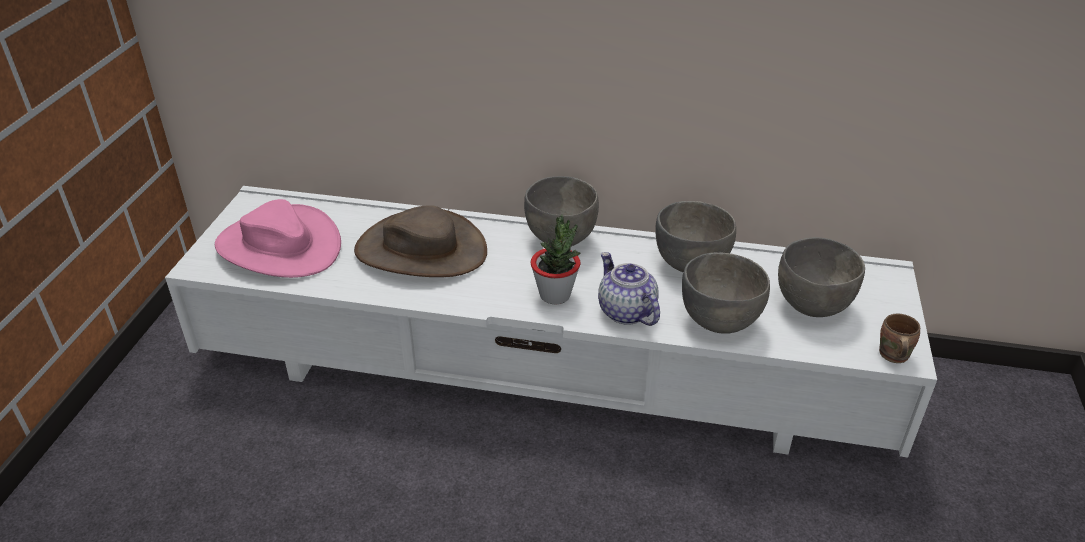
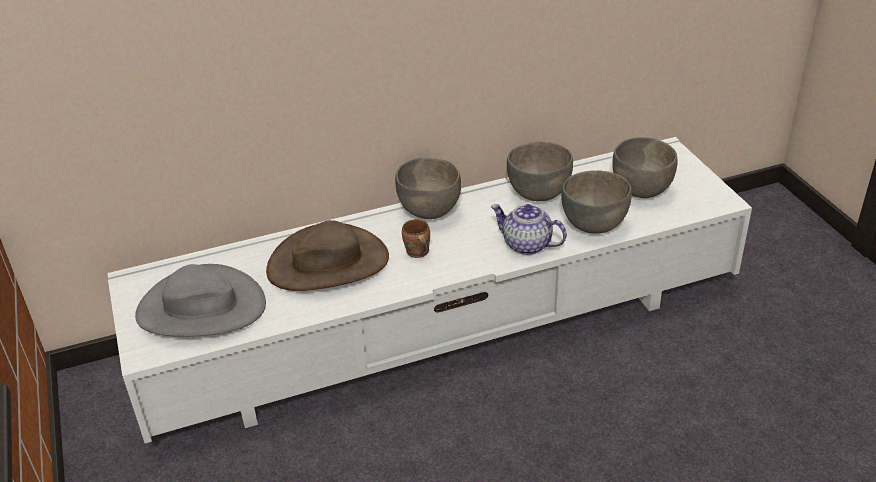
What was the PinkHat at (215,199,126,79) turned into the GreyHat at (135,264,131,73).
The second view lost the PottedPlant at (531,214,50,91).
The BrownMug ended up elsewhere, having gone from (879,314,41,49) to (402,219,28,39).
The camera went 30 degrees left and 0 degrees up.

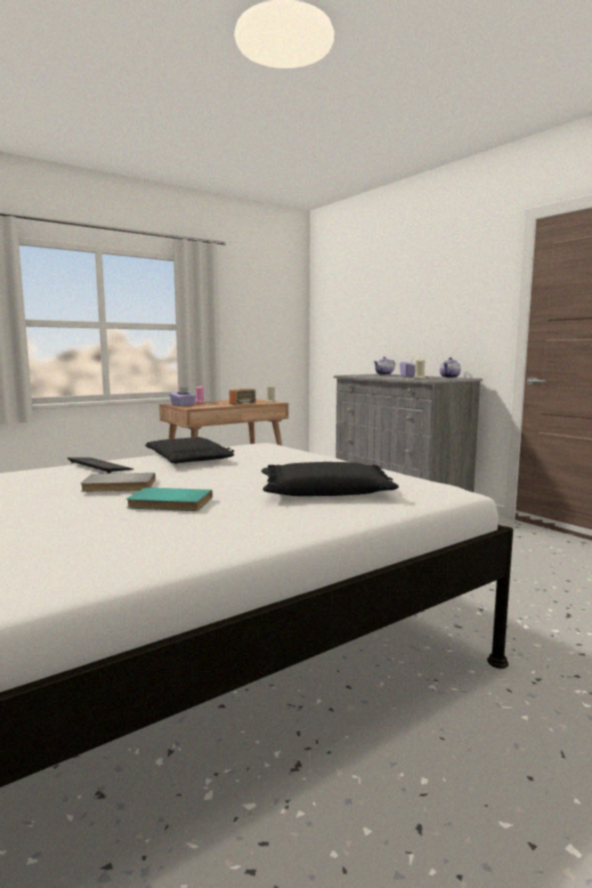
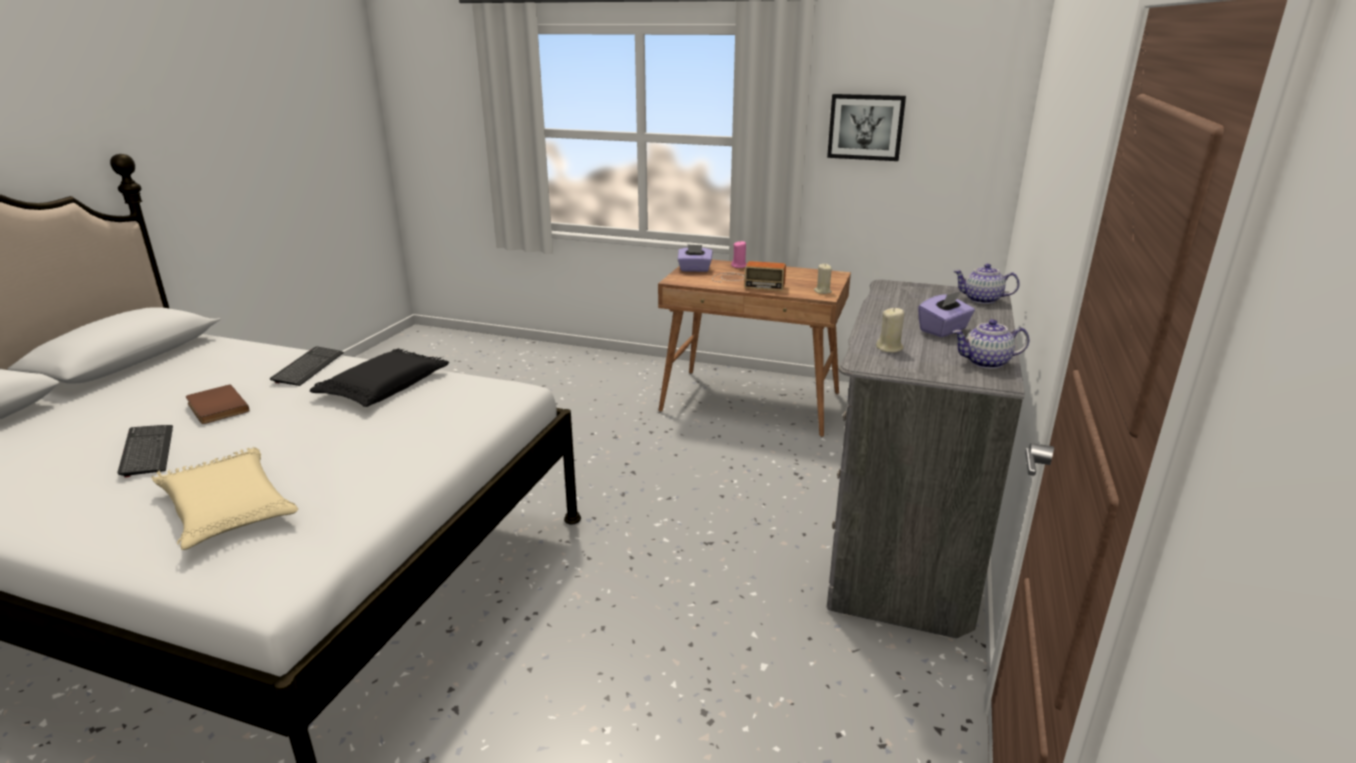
What was the GreyBook at (81,473,74,19) turned into the BrownBook at (186,384,63,40).
Where the TurquoiseBook stood at (126,487,86,24), the Keyboard came to stand at (117,425,56,53).
What was the BlackPillow at (261,462,138,34) turned into the BeigePillow at (152,447,146,103).
The second view gained the Picture at (827,94,79,67).
The camera went 55 degrees right and 15 degrees up.

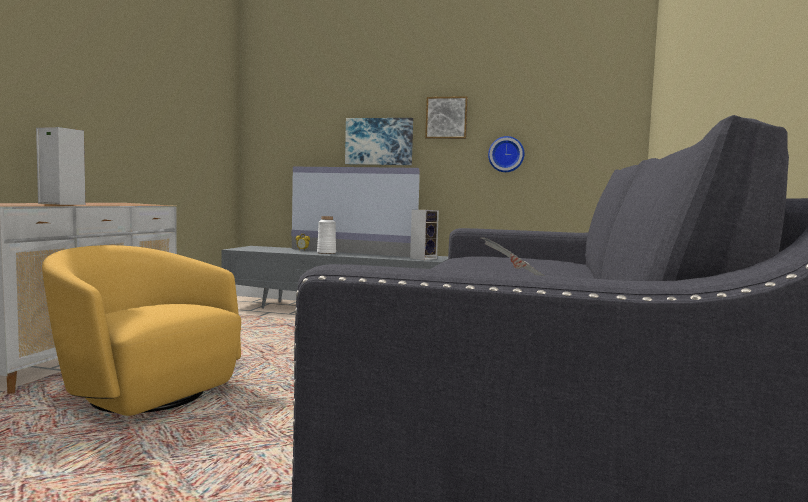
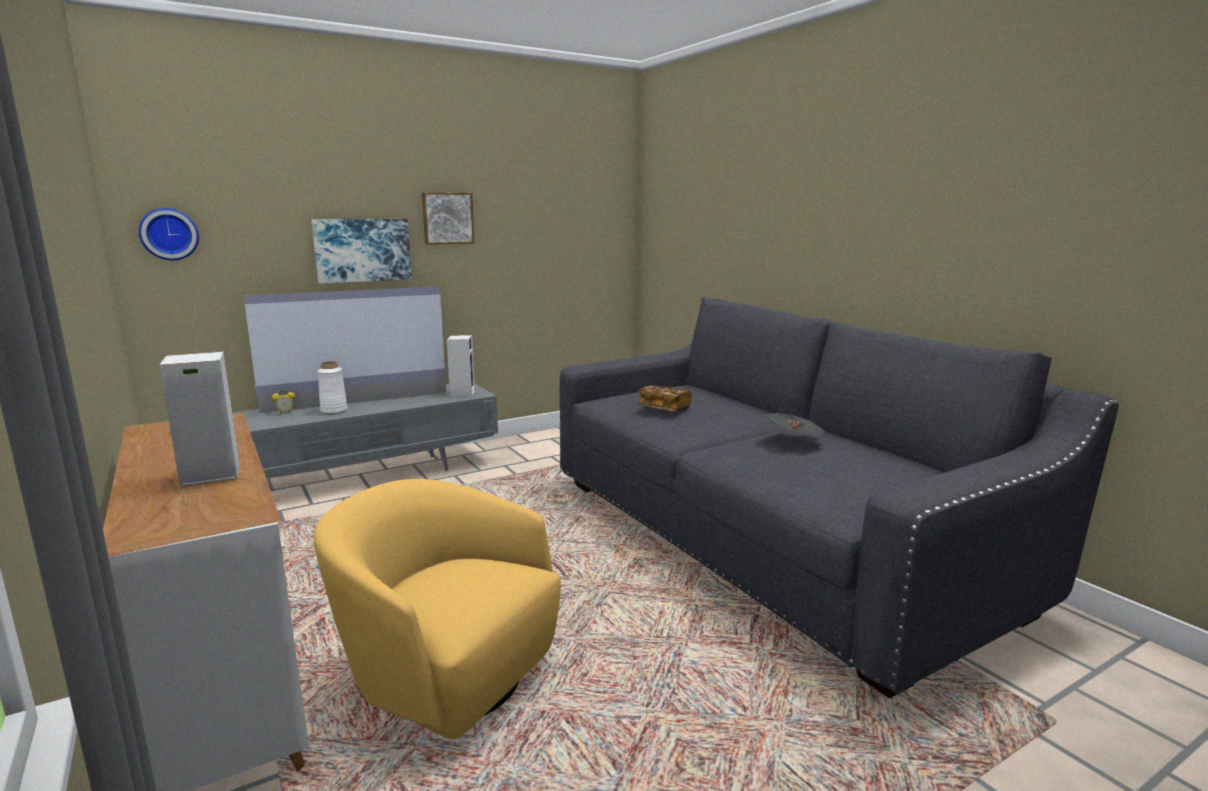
The YellowArmchair at (42,245,199,171) ended up facing another way, 45 degrees clockwise from before.
The WallClock ended up elsewhere, having gone from (488,136,36,36) to (139,208,60,53).
The second view gained the Book at (637,385,55,27).
The camera went 45 degrees left and 10 degrees up.

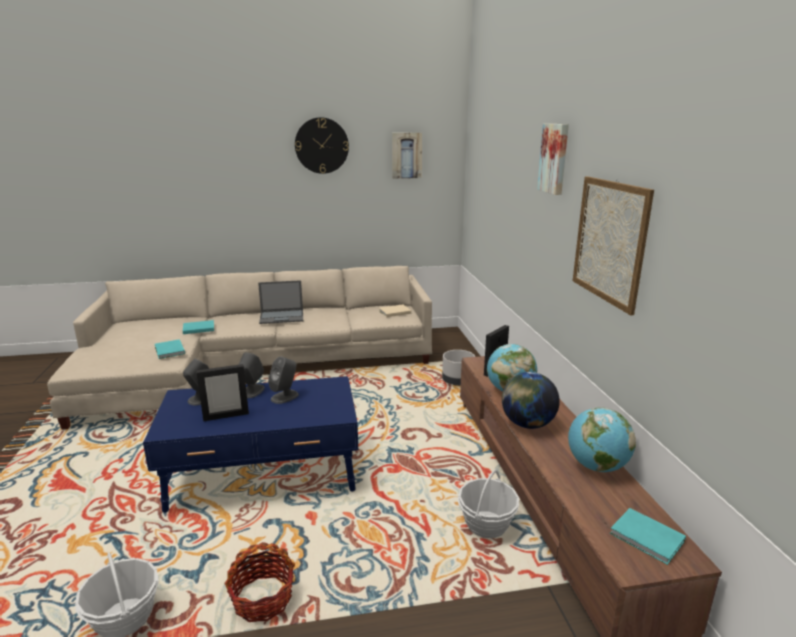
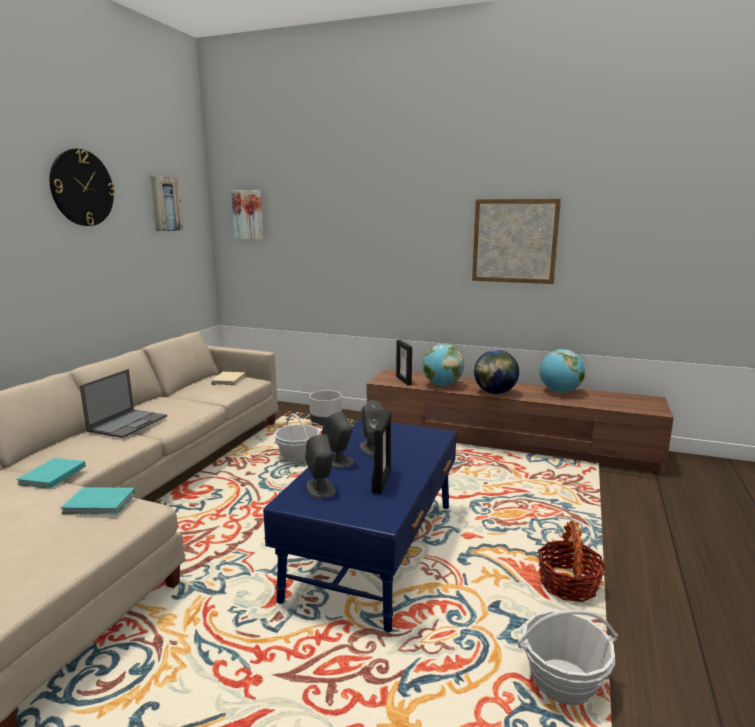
The Basket ended up elsewhere, having gone from (458,470,61,68) to (274,414,46,49).
The Picture ended up elsewhere, having gone from (537,124,32,71) to (231,190,32,49).
The second view lost the TurquoiseBook at (610,508,76,57).
The camera went 60 degrees left and 5 degrees down.

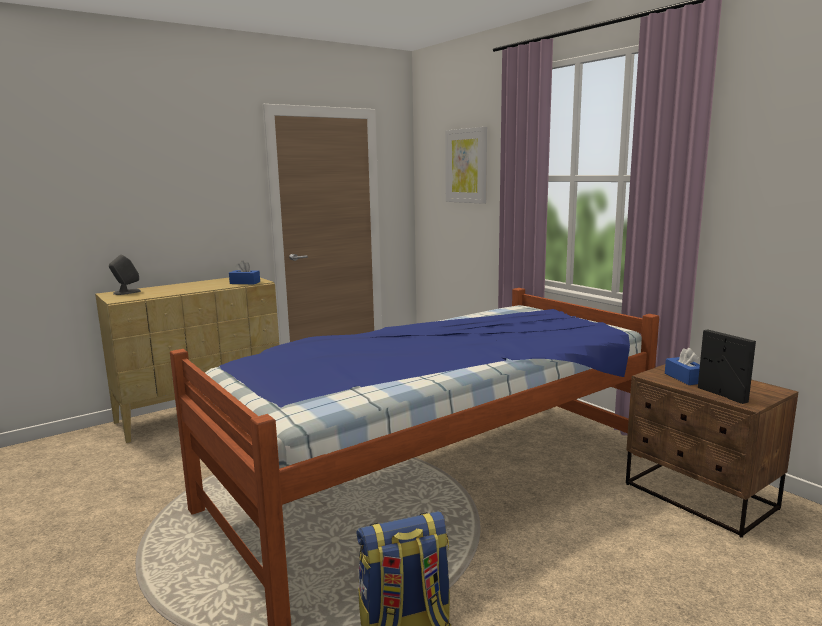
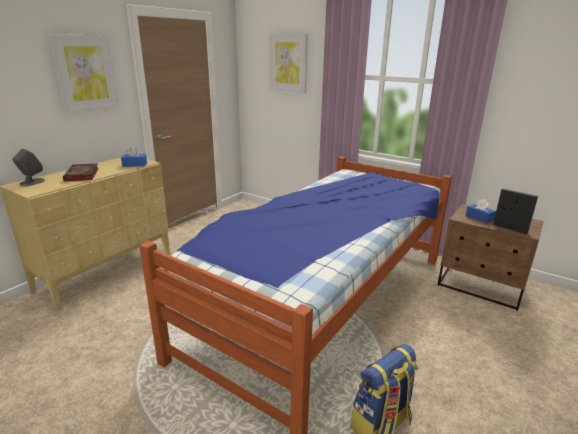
The second view gained the Picture at (49,34,70,80).
The second view gained the Book at (63,164,36,17).
The camera went 20 degrees left and 10 degrees up.

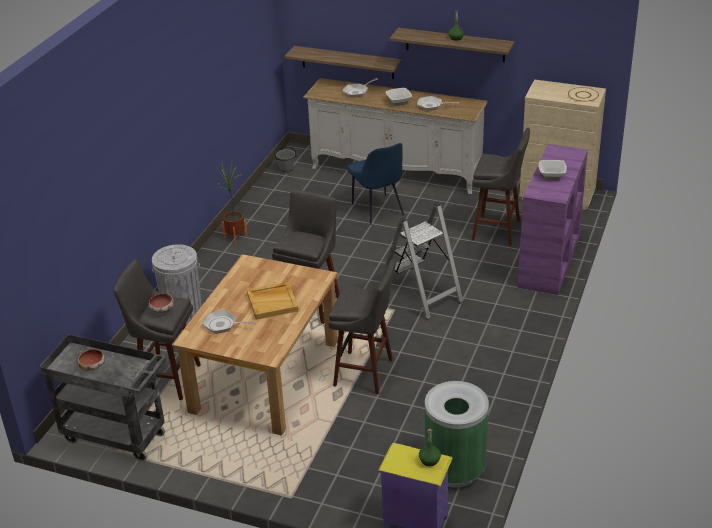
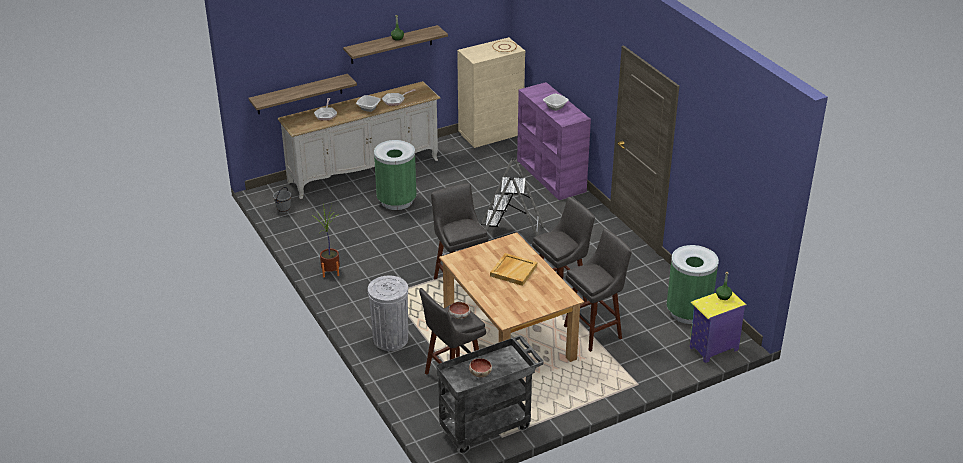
The second view lost the FryingPan at (203,310,53,24).
Where the BlueChair stood at (347,143,57,82), the GreenTrashCan came to stand at (374,140,43,70).
The GreyStool ended up elsewhere, having gone from (472,128,58,118) to (564,229,68,123).
The camera went 50 degrees left and 0 degrees up.

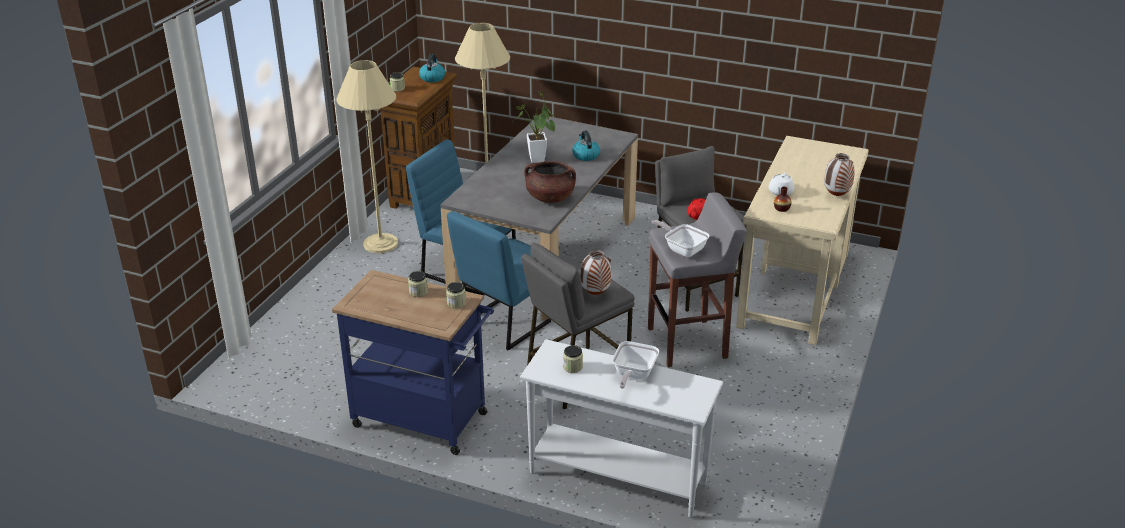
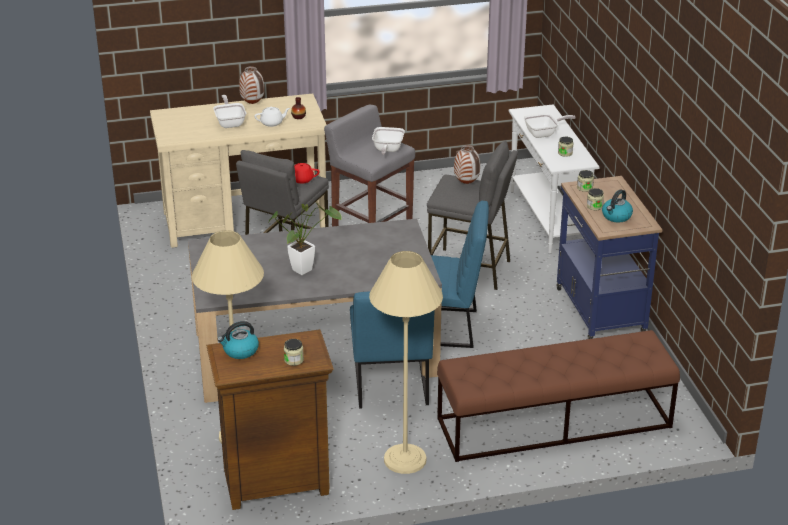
The second view lost the BrownCookingPot at (524,161,52,42).
The Kettle ended up elsewhere, having gone from (572,131,28,30) to (602,189,31,33).
The second view gained the FryingPan at (213,95,33,33).
The second view gained the BrownBench at (437,330,243,132).
The camera went 125 degrees left and 0 degrees up.

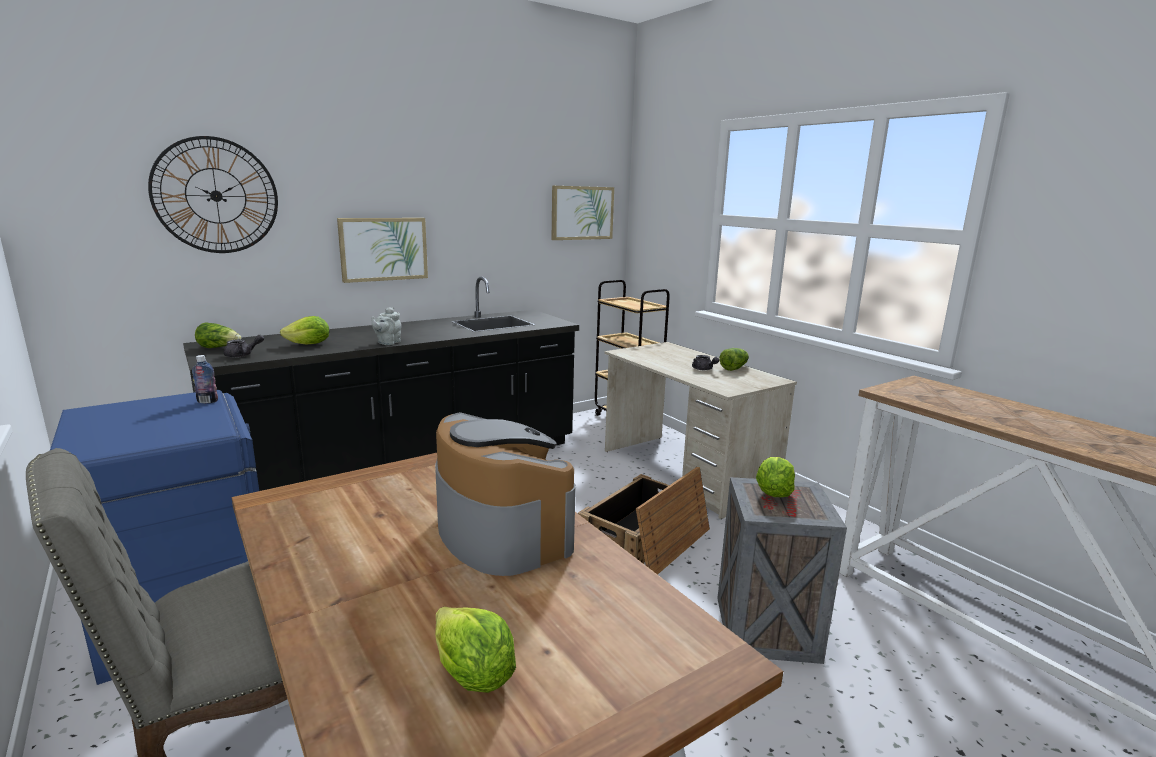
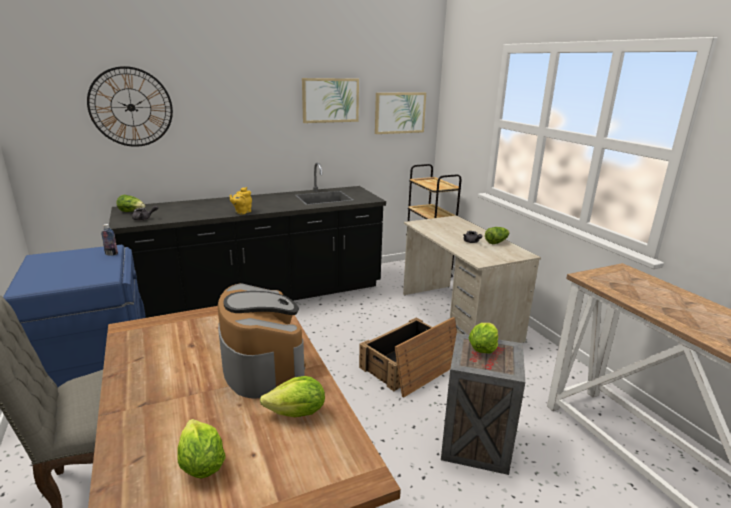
The Lettuce ended up elsewhere, having gone from (280,316,49,29) to (260,376,65,41).
The Picture ended up elsewhere, having gone from (337,218,91,65) to (302,78,57,45).
What was the GreyTeapot at (371,307,30,38) turned into the YellowTeapot at (229,187,23,27).
The camera went 10 degrees right and 5 degrees up.

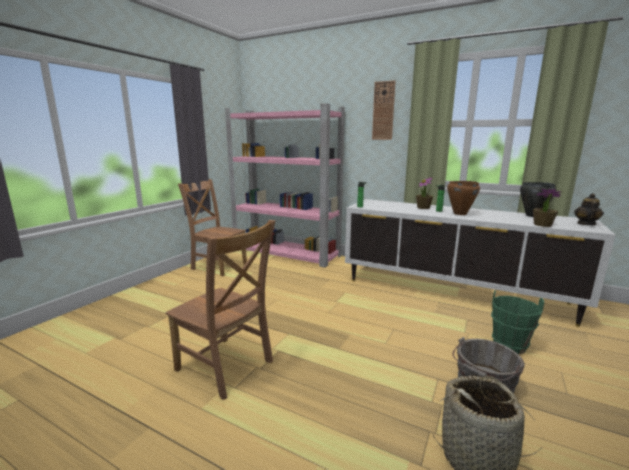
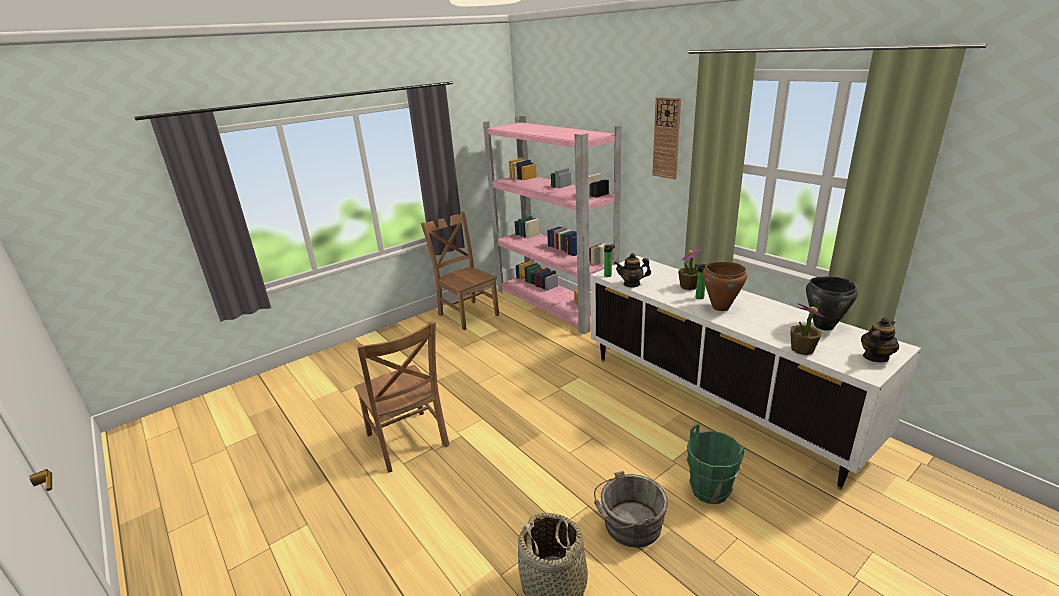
The second view gained the Teapot at (614,253,37,35).
The camera went 25 degrees right and 10 degrees up.

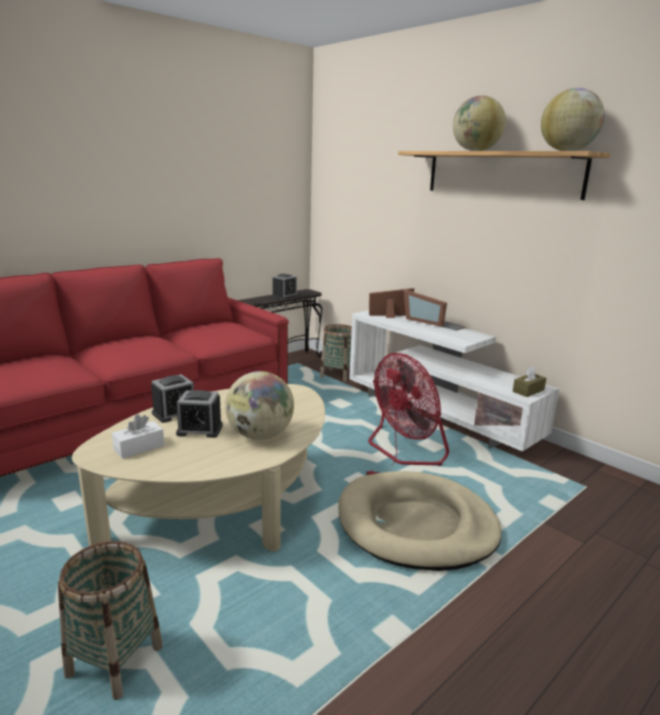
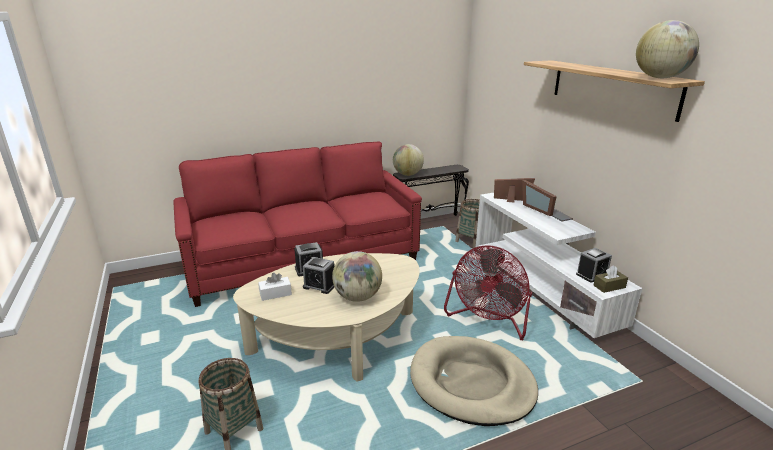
The AlarmClock ended up elsewhere, having gone from (272,273,26,26) to (576,248,36,35).
The RedFan at (366,353,83,122) ended up facing another way, 135 degrees clockwise from before.
The Globe ended up elsewhere, having gone from (453,95,53,56) to (393,144,31,32).
The camera went 20 degrees right and 5 degrees up.

